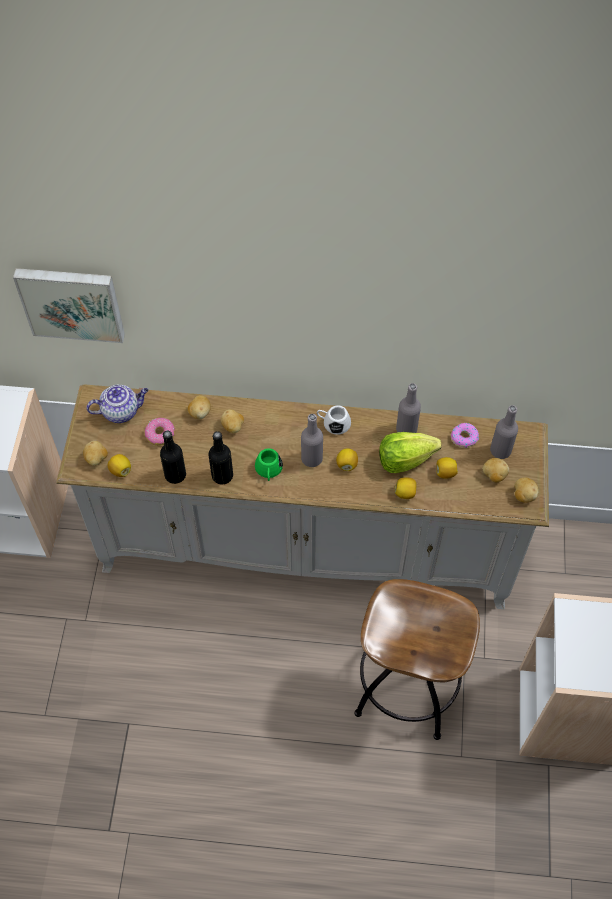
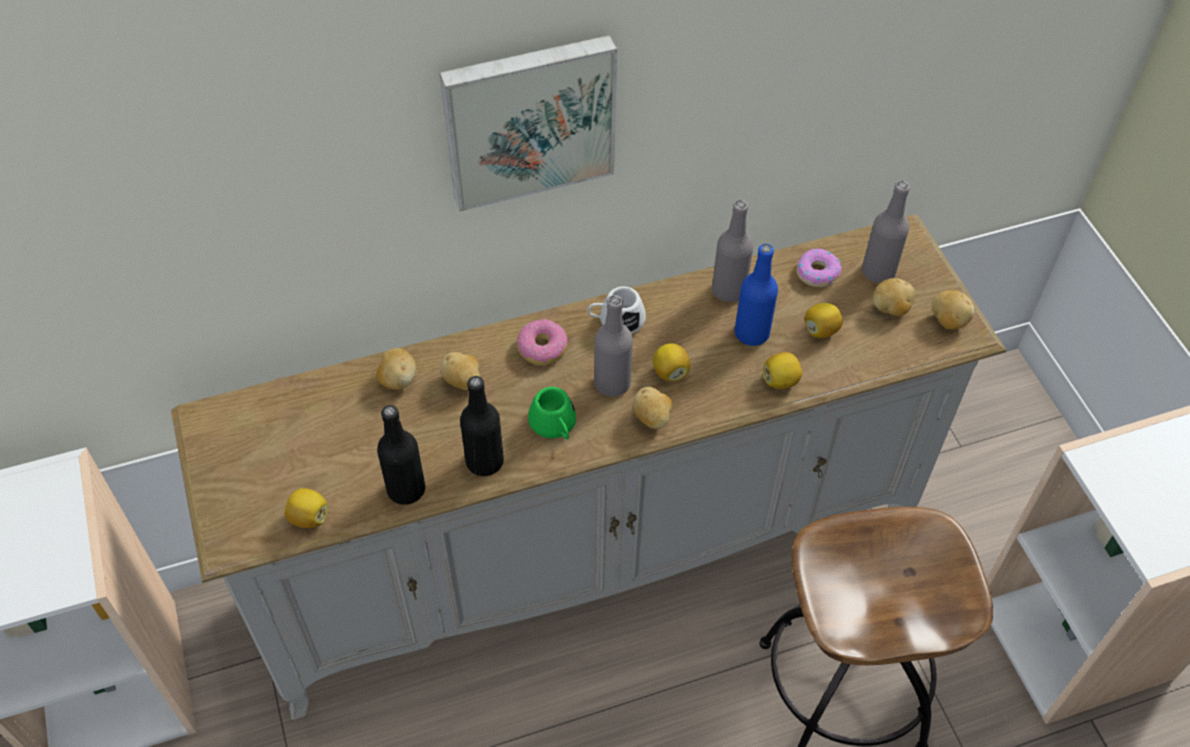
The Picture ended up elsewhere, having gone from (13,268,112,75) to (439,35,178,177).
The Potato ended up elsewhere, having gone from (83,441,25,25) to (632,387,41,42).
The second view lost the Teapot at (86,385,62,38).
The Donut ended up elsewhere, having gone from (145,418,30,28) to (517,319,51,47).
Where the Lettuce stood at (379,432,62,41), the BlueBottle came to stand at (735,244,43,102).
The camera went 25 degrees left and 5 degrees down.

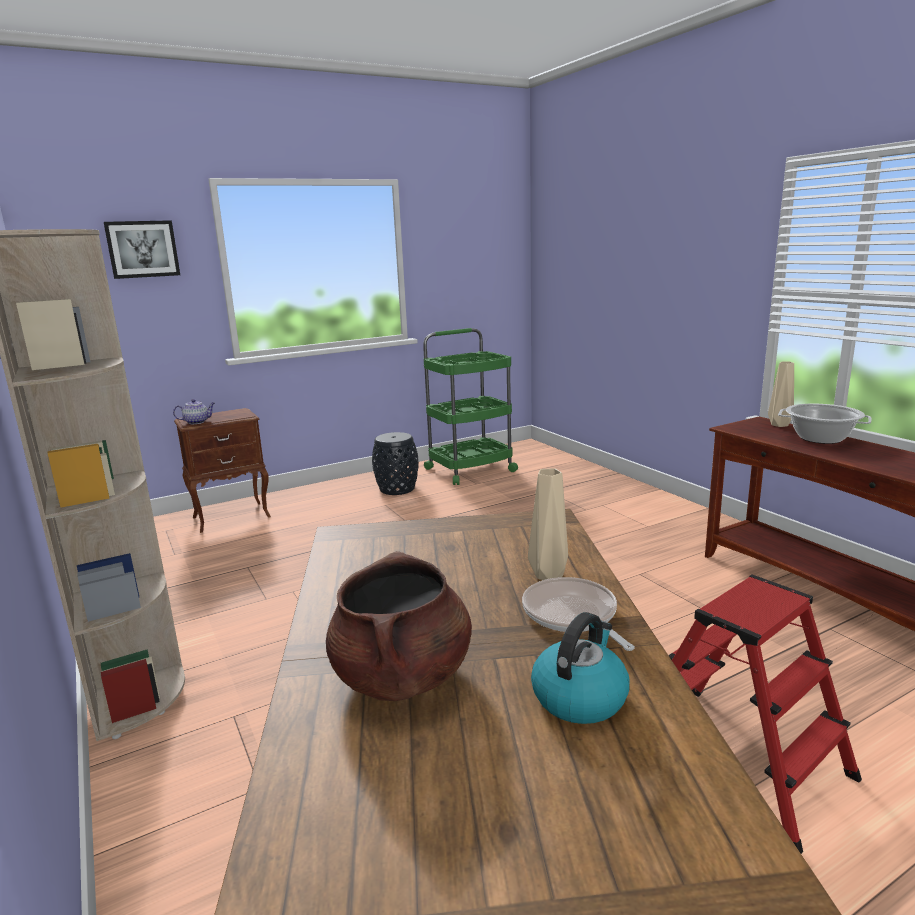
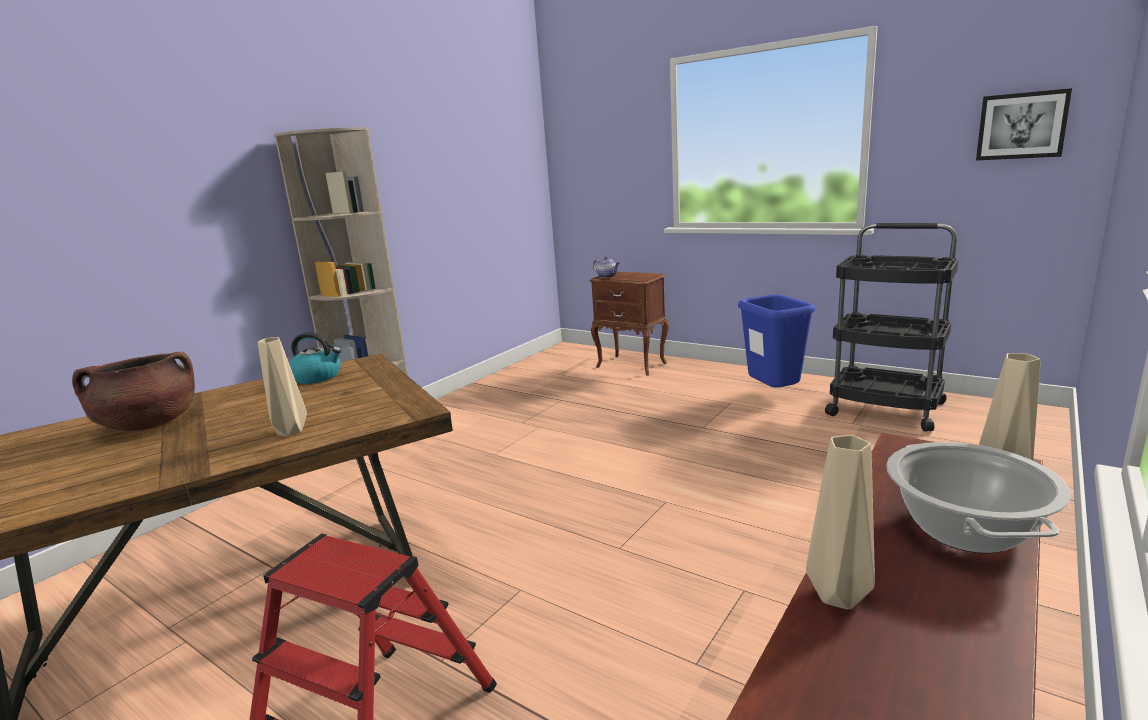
The Picture ended up elsewhere, having gone from (104,220,76,59) to (976,88,96,73).
Where the BlackStool stood at (372,432,47,63), the BlueTrashCan came to stand at (738,294,77,94).
What was the GreenCart at (423,328,95,157) turned into the BlackCart at (825,223,134,208).
The second view lost the FryingPan at (522,577,113,74).
The Kettle ended up elsewhere, having gone from (531,612,99,112) to (289,332,53,52).
The second view gained the BeigeVase at (806,435,69,175).
The camera went 65 degrees right and 0 degrees up.

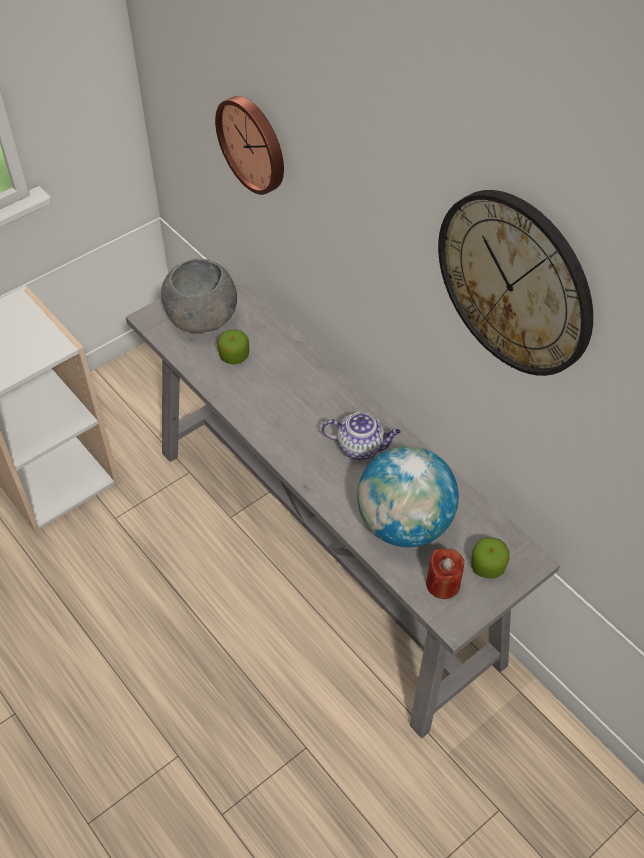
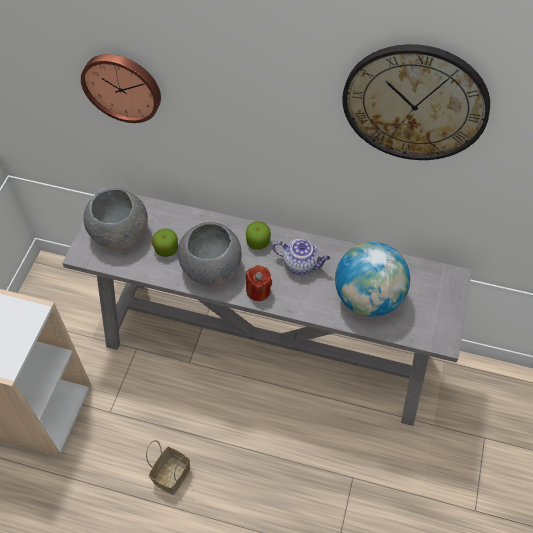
The Teapot at (322,412,79,48) ended up facing another way, 45 degrees clockwise from before.
The RedCandle ended up elsewhere, having gone from (426,548,38,51) to (246,265,26,36).
The Apple ended up elsewhere, having gone from (471,537,39,42) to (246,221,25,29).
The second view gained the Basket at (146,440,44,55).
The second view gained the GreyBowl at (178,222,64,64).
The camera went 35 degrees left and 5 degrees up.

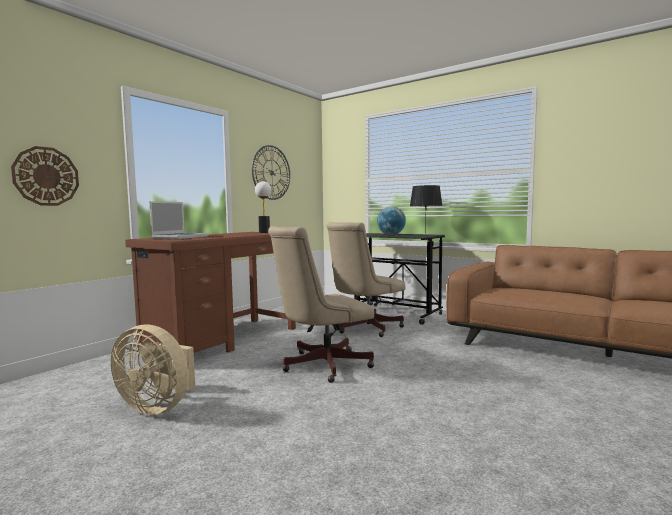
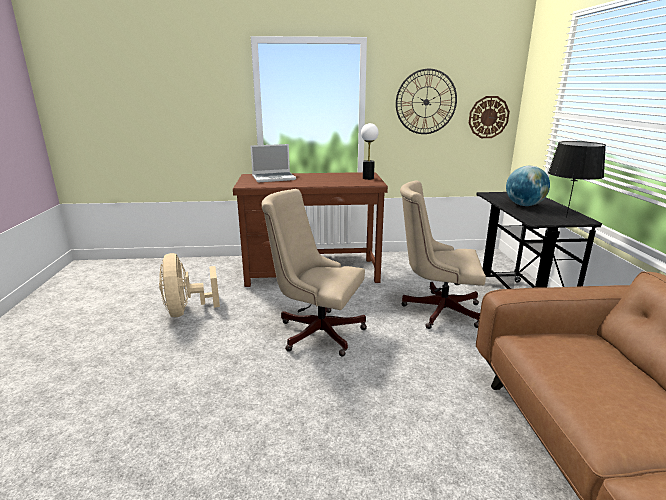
The WallClock ended up elsewhere, having gone from (11,146,68,60) to (469,96,41,42).
The camera went 50 degrees right and 15 degrees up.

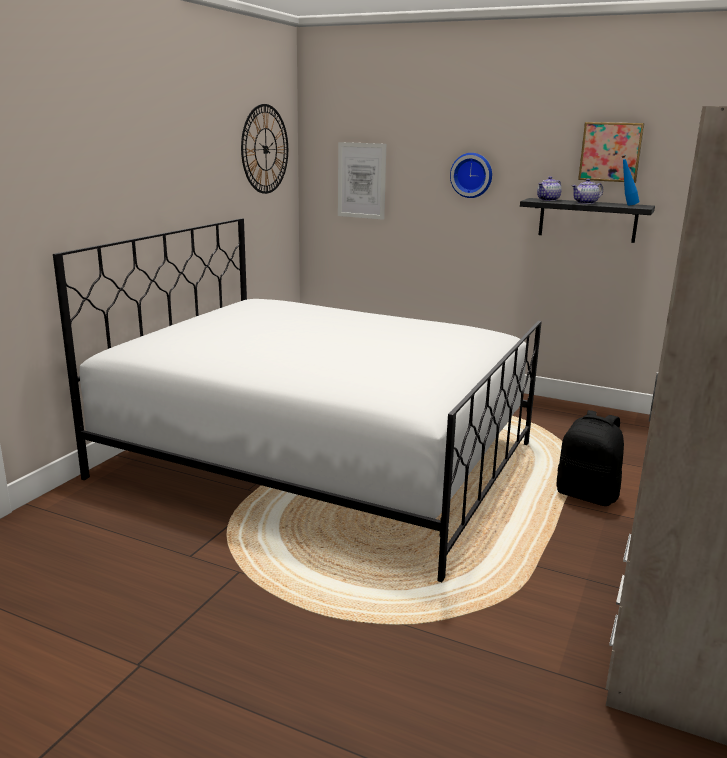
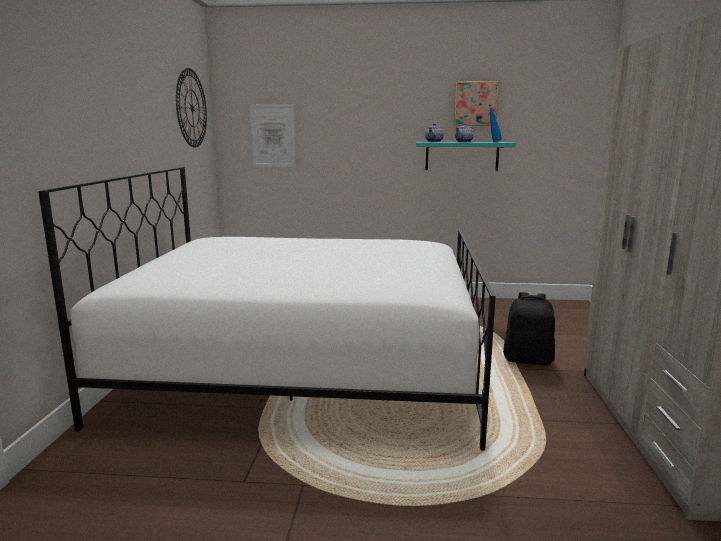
The second view lost the WallClock at (450,153,42,45).
What was the BlackShelf at (520,198,135,45) turned into the TurquoiseShelf at (416,142,100,29).
The camera went 20 degrees left and 5 degrees down.

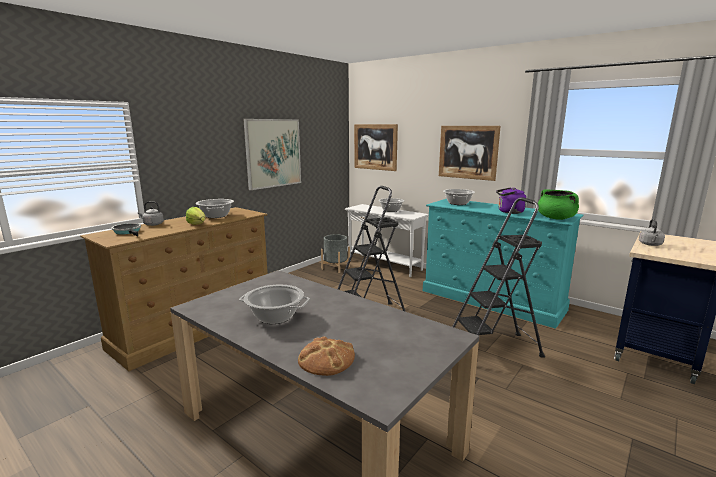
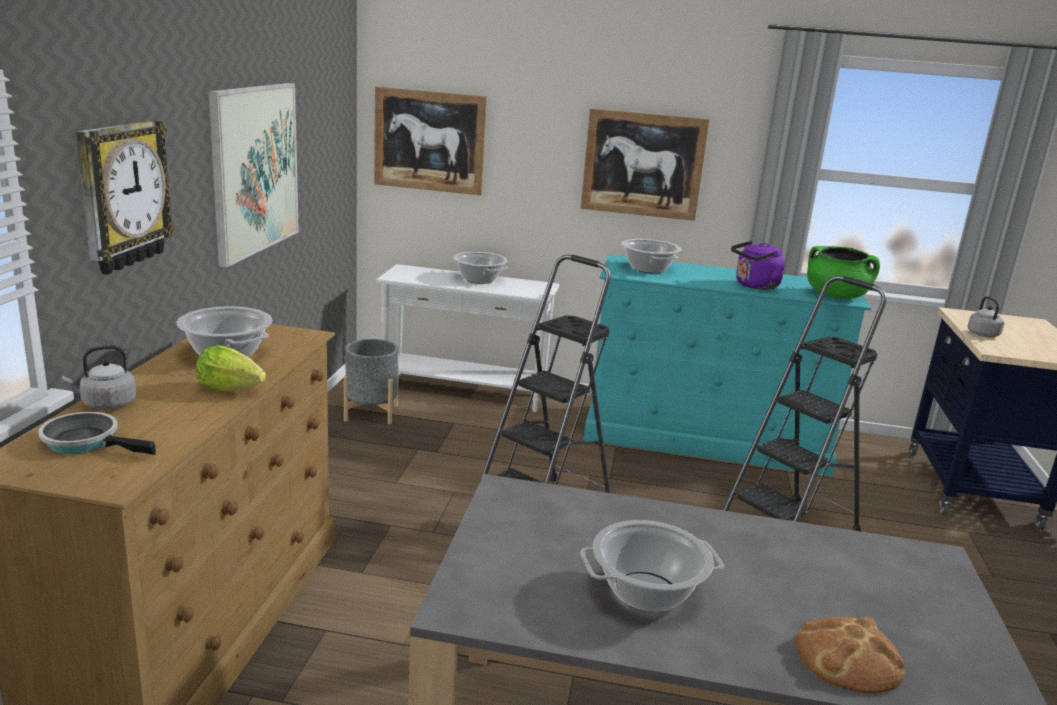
The second view gained the WallClock at (76,120,99,155).
The camera went 30 degrees left and 5 degrees up.

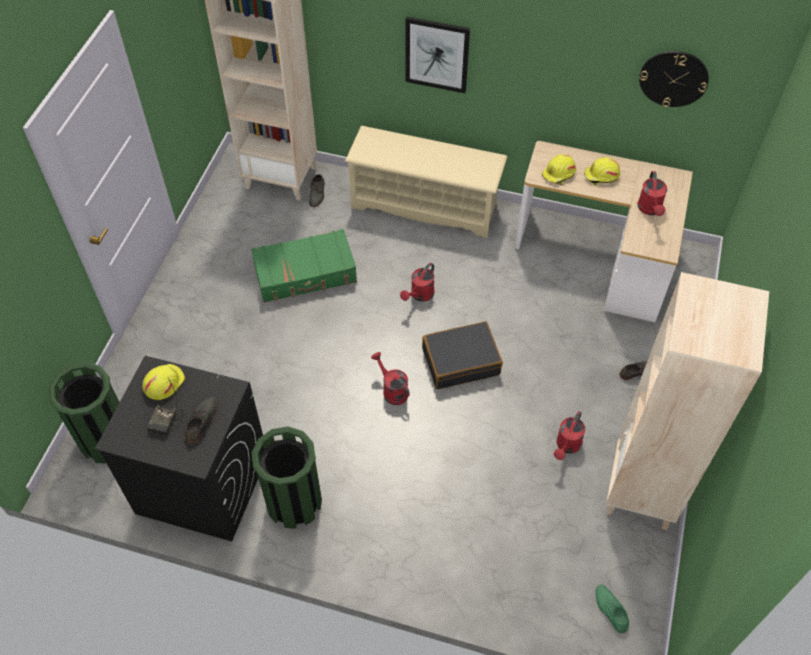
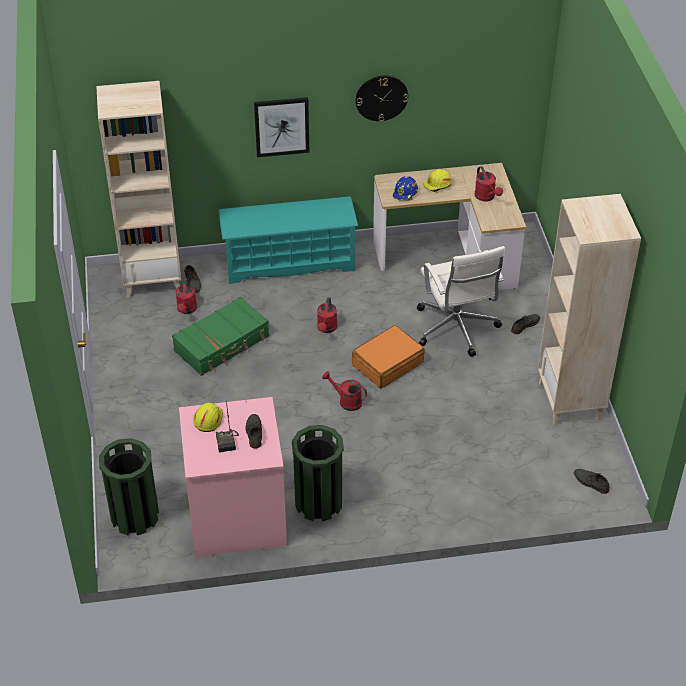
What was the BlackWashingMachine at (95,356,169,186) turned into the PinkWashingMachine at (179,397,108,160).
What was the BeigeShoeRack at (345,126,162,112) turned into the TurquoiseShoeRack at (218,197,140,87).
What was the BlackSuitcase at (422,321,81,68) turned into the OrangeSuitcase at (352,325,73,63).
What was the YellowHardHat at (542,154,34,31) turned into the BlueHardHat at (393,176,25,25).
The RedWateringCan ended up elsewhere, having gone from (554,411,31,49) to (175,279,22,35).
What was the GreenShoe at (595,585,34,48) turned into the GreyShoe at (574,469,36,25).
The WallClock ended up elsewhere, having gone from (639,51,70,56) to (355,75,53,47).
The second view gained the WhiteOfficeChair at (417,246,88,111).
The camera went 25 degrees left and 10 degrees down.

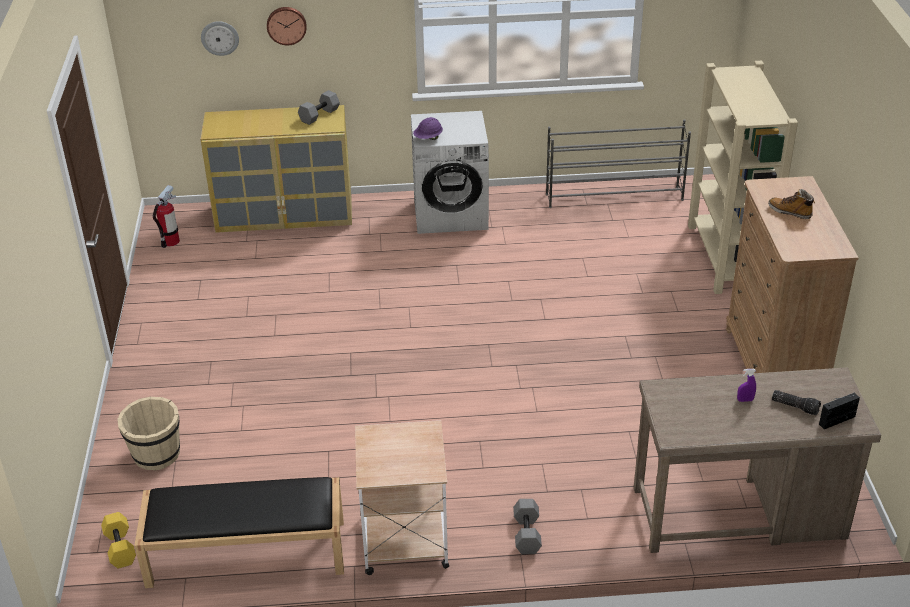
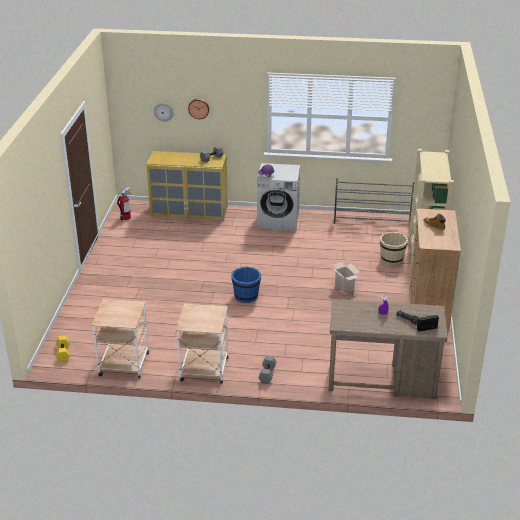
The BeigeBucket ended up elsewhere, having gone from (117,397,63,73) to (380,232,28,33).
Where the BlackBench stood at (134,477,210,111), the BeigeCart came to stand at (91,299,58,79).
The second view gained the BlueBucket at (231,267,30,36).
The second view gained the CardboardBox at (332,262,28,31).
The camera went 10 degrees right and 5 degrees down.

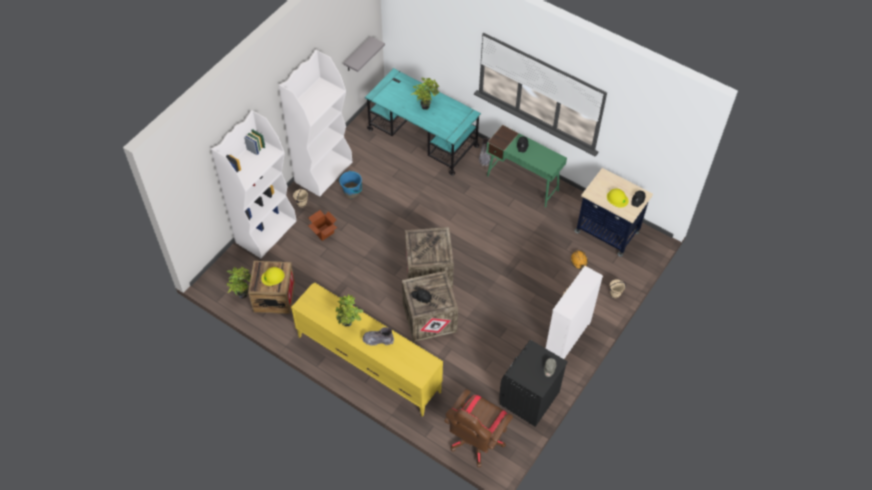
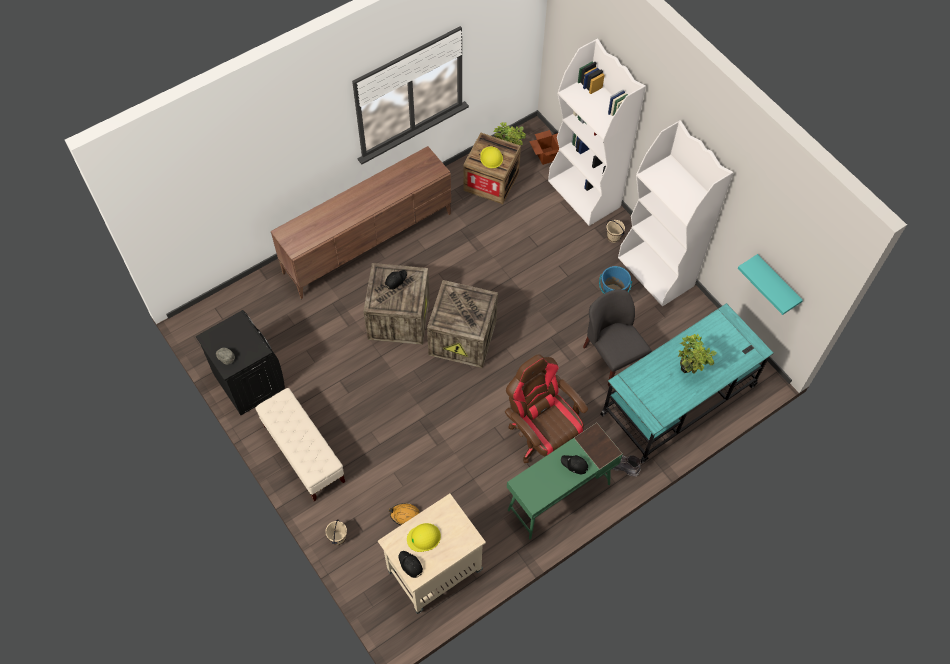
What was the YellowCabinet at (291,282,152,134) turned into the BrownCabinet at (271,146,180,153).
The CardboardBox ended up elsewhere, having gone from (308,210,29,31) to (529,130,30,35).
The second view lost the PottedPlant at (335,295,28,31).
What was the GreyShelf at (344,36,41,36) turned into the TurquoiseShelf at (738,254,65,61).
The second view lost the GreyBoot at (362,327,32,19).
The BrownOfficeChair ended up elsewhere, having gone from (444,389,69,78) to (505,354,83,109).
Where the WhiteDresser stood at (546,266,57,93), the BeigeBench came to stand at (255,388,90,113).
What was the BlueCart at (574,168,79,89) turned into the BeigeCart at (378,494,108,120).
The second view gained the GreyChair at (583,289,69,97).
The camera went 110 degrees right and 5 degrees up.

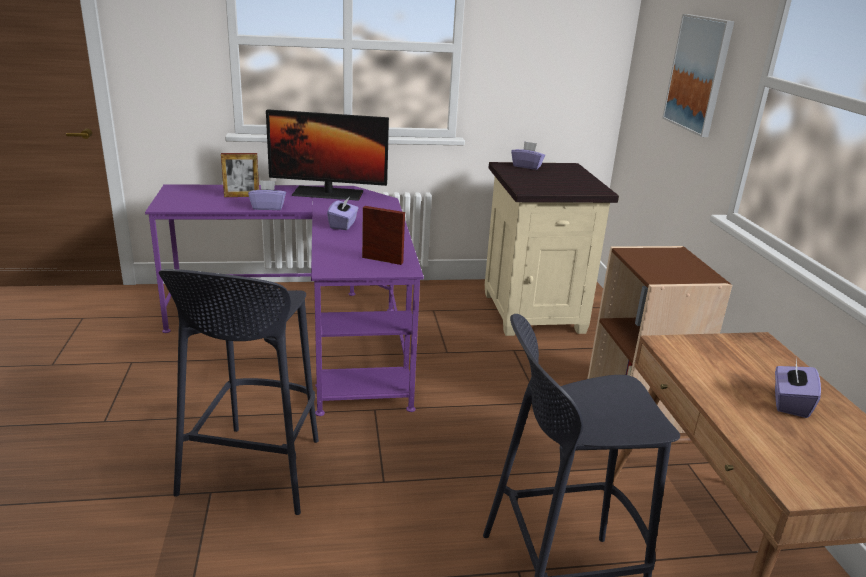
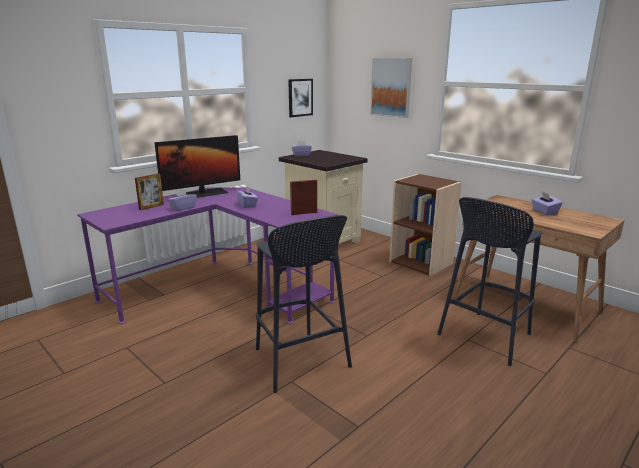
The second view gained the Picture at (288,79,25,38).
The camera went 35 degrees left and 5 degrees down.

